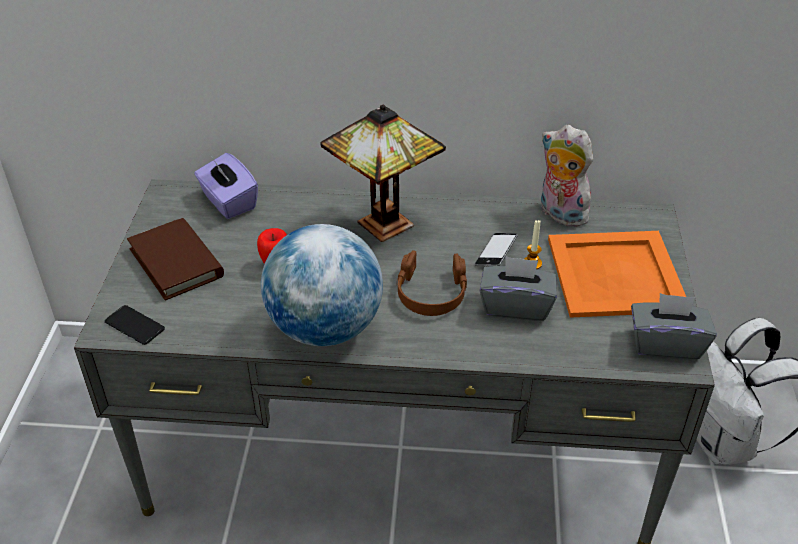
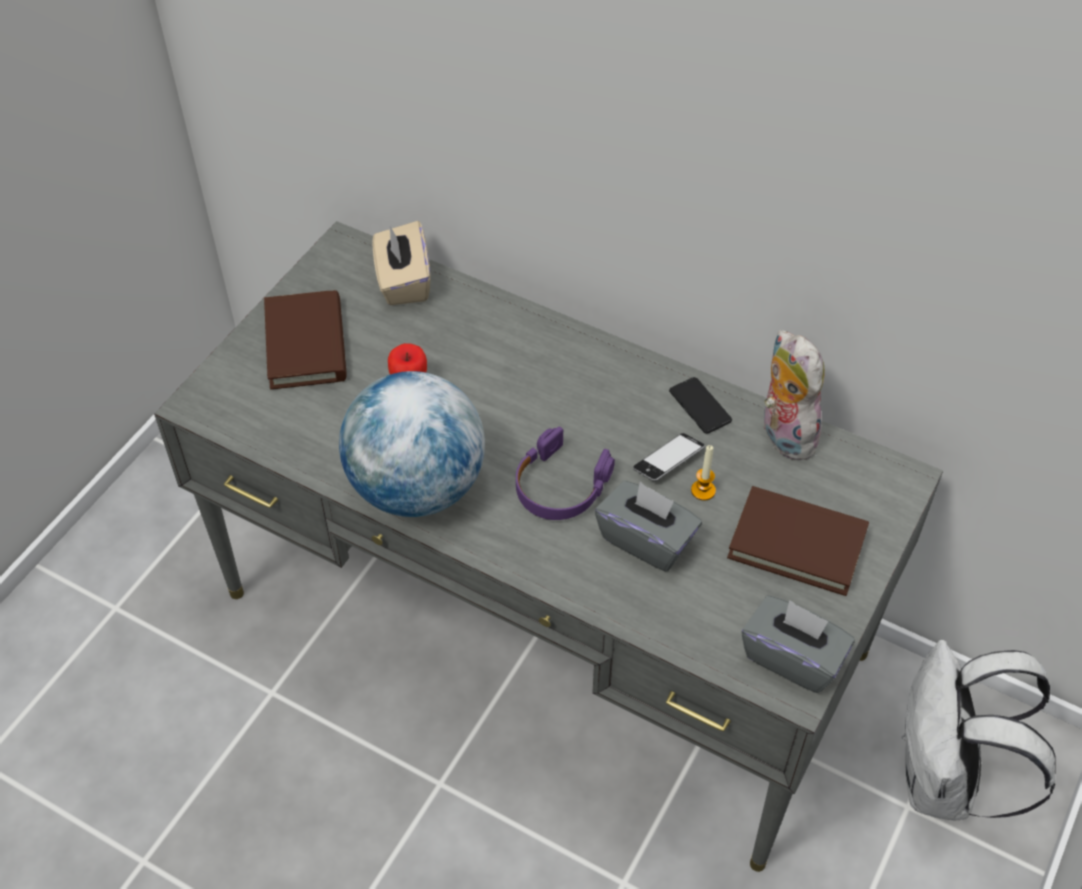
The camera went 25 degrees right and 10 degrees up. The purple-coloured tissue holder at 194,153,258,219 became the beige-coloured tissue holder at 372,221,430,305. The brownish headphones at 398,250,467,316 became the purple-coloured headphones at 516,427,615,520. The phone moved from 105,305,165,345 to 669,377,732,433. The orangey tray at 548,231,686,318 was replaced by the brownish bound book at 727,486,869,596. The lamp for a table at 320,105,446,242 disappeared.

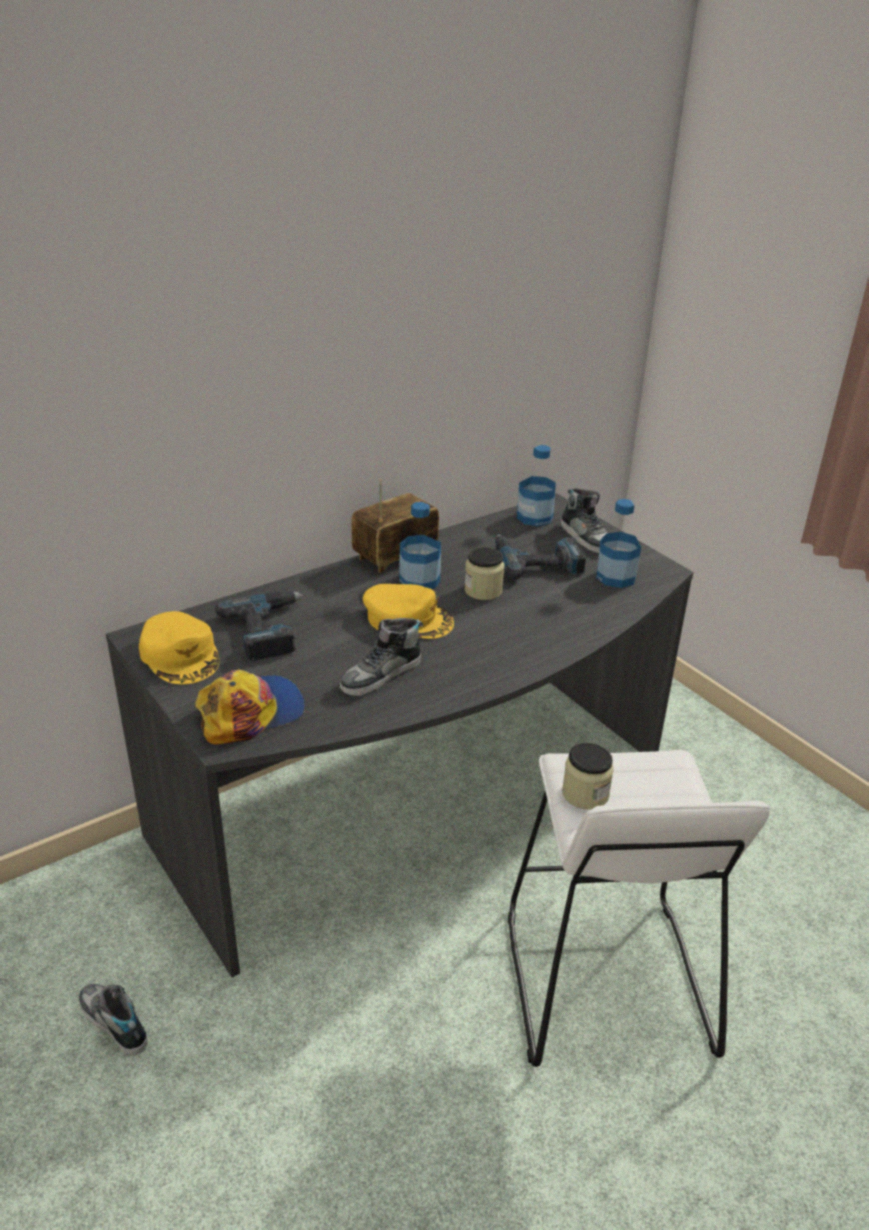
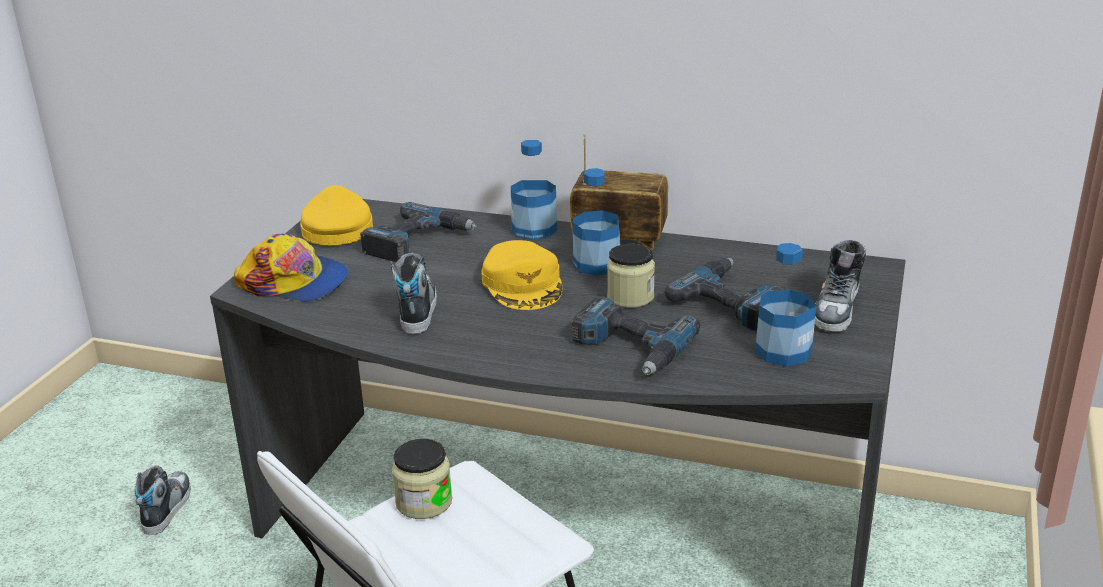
The camera went 55 degrees right and 5 degrees down. The yellow cap at 139,611,219,684 turned 150 degrees clockwise. The low shoe at 339,618,423,696 turned 75 degrees clockwise. The bottle moved from 517,445,556,526 to 511,140,557,240. The power drill at 571,296,700,375 appeared.

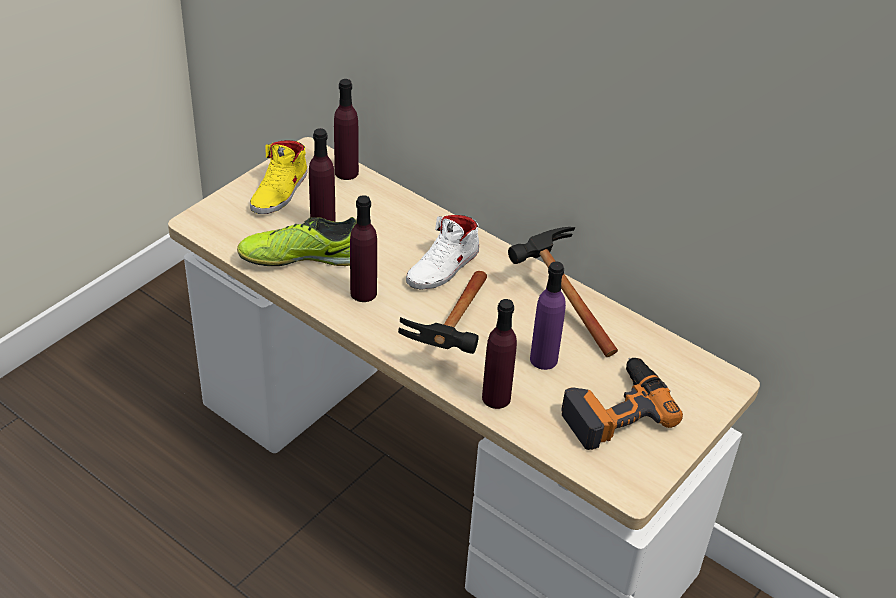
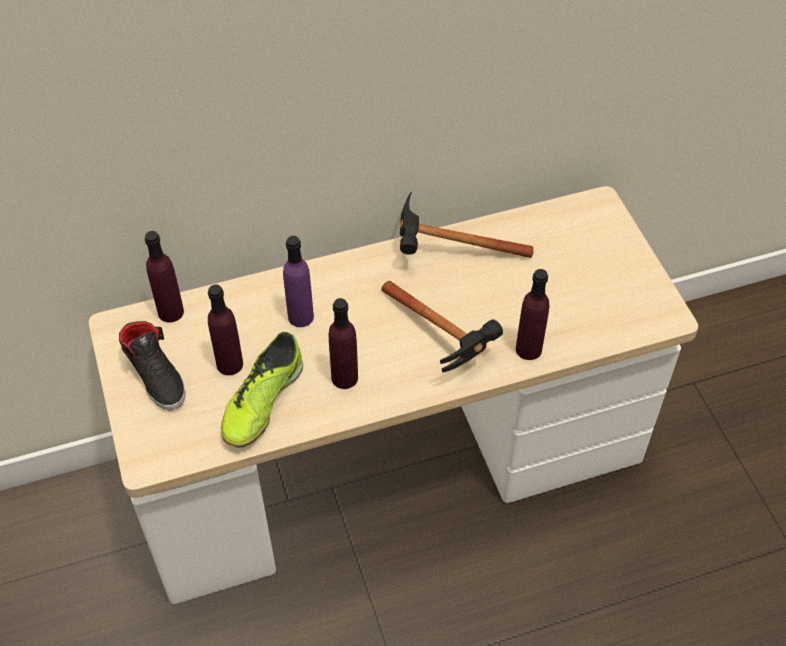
The camera went 55 degrees left and 10 degrees up. The yellow low shoe at 250,140,308,214 became the black low shoe at 119,321,186,410. The purple-coloured bottle moved from 530,261,566,370 to 283,236,314,327. The whitish low shoe at 406,215,479,290 disappeared. The power drill at 561,358,683,450 disappeared.

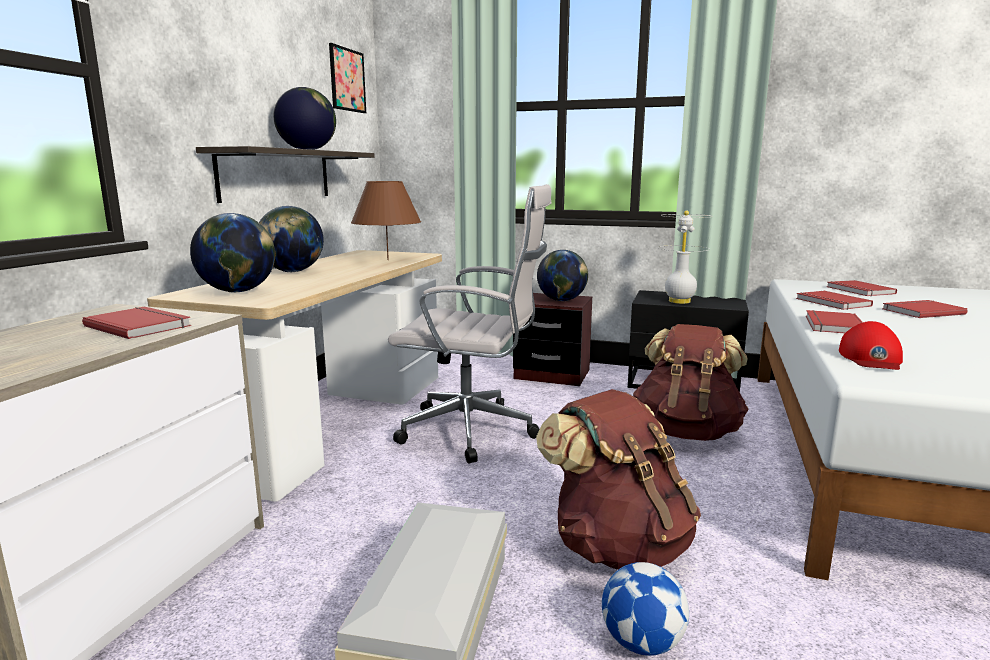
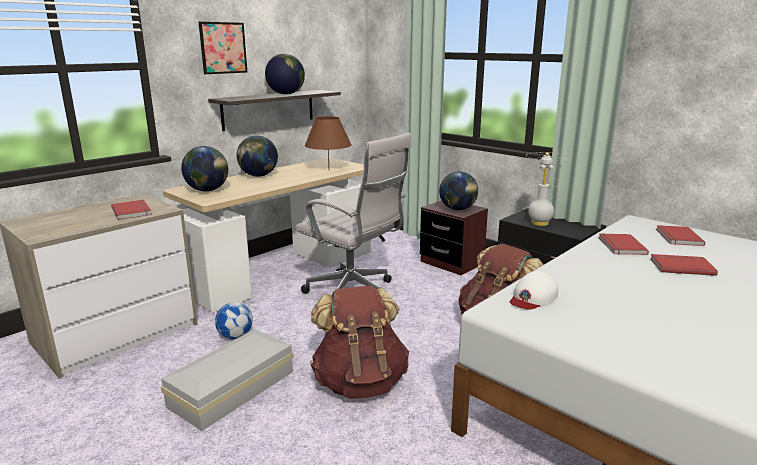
The camera went 25 degrees right and 5 degrees up. The wall picture moved from 329,43,366,113 to 199,22,247,74. The football ball moved from 602,562,689,656 to 215,302,253,339. The red-coloured cap at 839,321,903,370 became the whitish cap at 510,271,558,310. The red-coloured bound book at 806,310,863,333 disappeared.

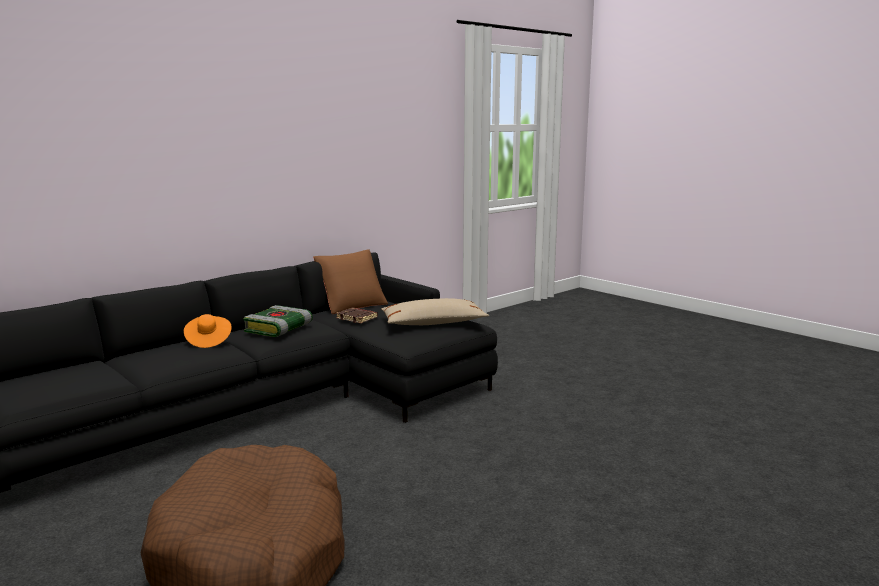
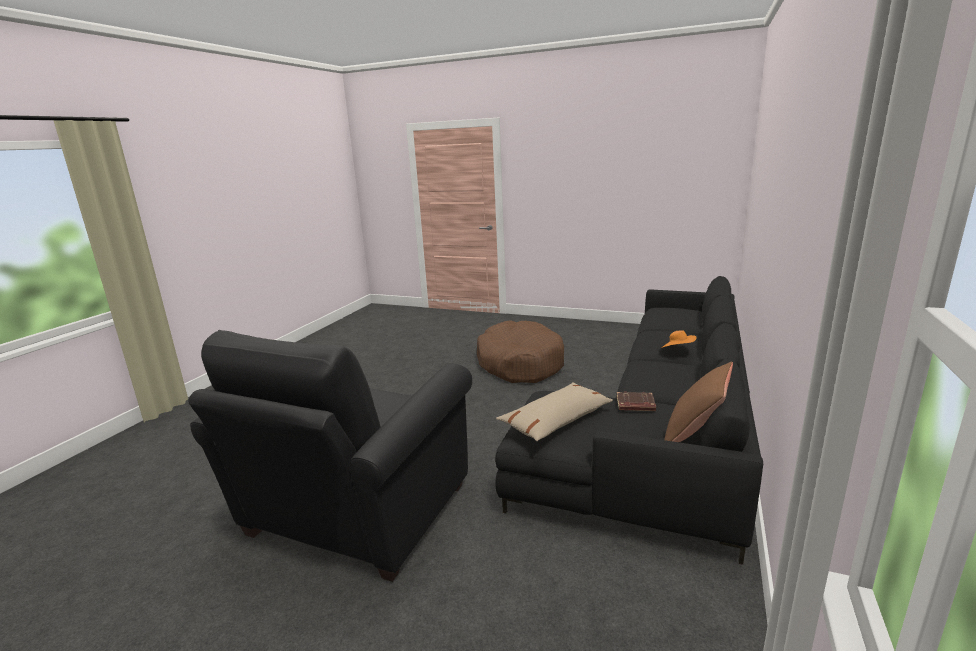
The camera went 155 degrees right and 5 degrees up. The black lounge chair at 188,330,472,582 appeared. The bound book at 243,305,313,337 disappeared.

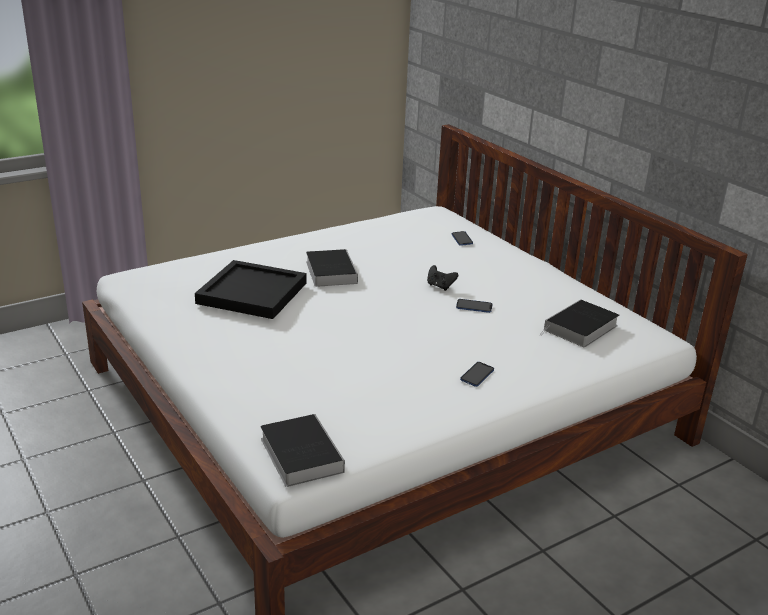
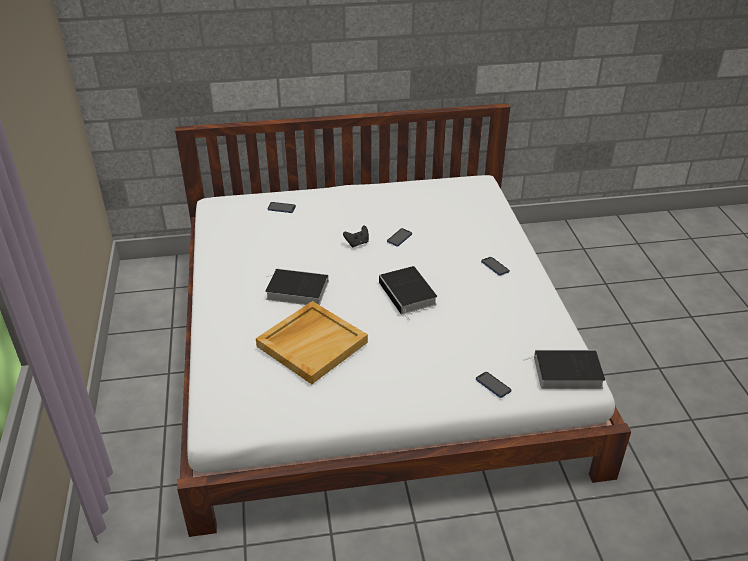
The camera went 65 degrees left and 10 degrees up. The black tray at 195,260,307,319 became the beige-coloured tray at 256,301,368,384. The bound book moved from 539,299,619,347 to 379,266,437,320. The phone at 476,372,511,398 appeared.

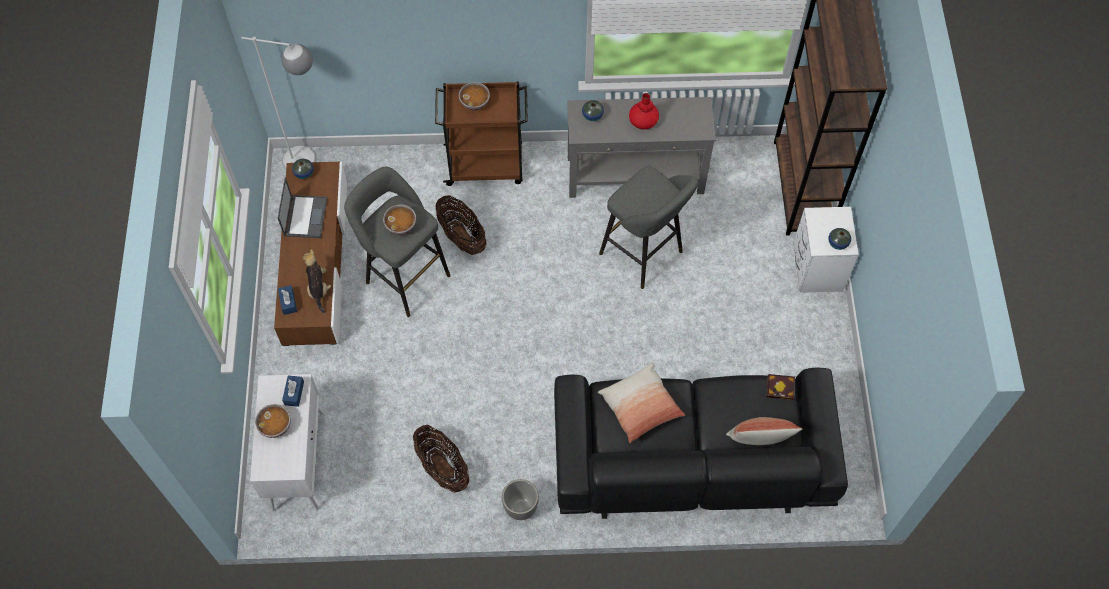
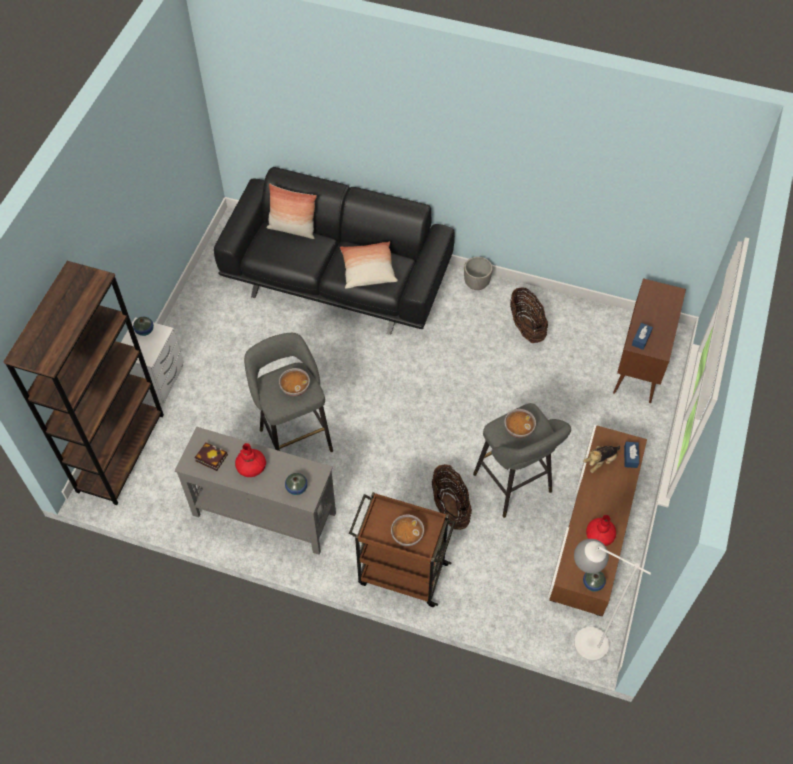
The camera went 160 degrees left and 5 degrees down. The bound book moved from 767,374,795,400 to 195,442,228,471. The deep dish moved from 255,404,291,438 to 279,368,310,396. The plush toy at 302,249,331,313 turned 45 degrees clockwise. The portable computer at 278,178,327,238 was replaced by the red-coloured vase at 586,515,616,546. The whitish cupboard at 250,374,324,511 became the brownish cupboard at 613,278,686,403.

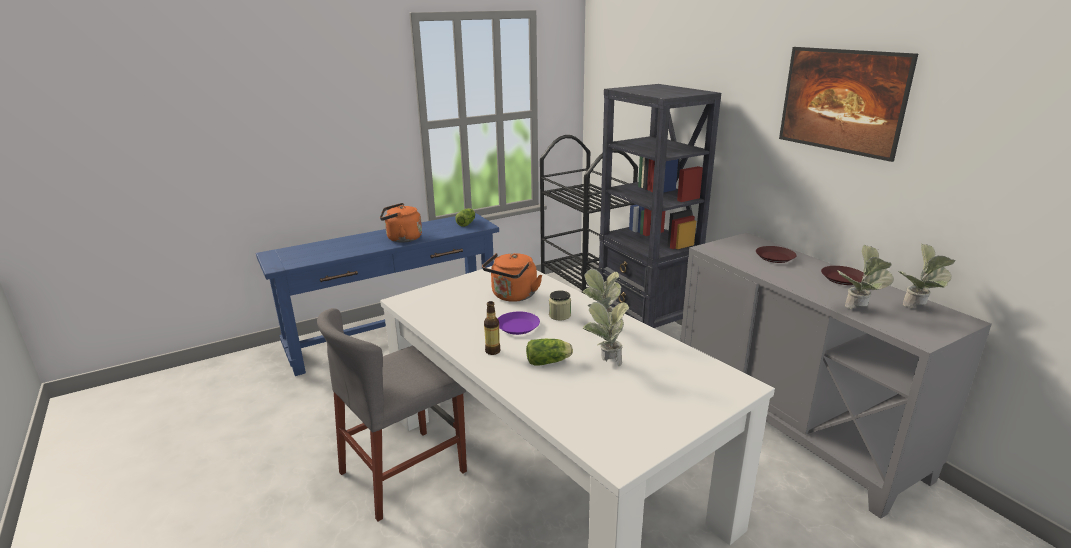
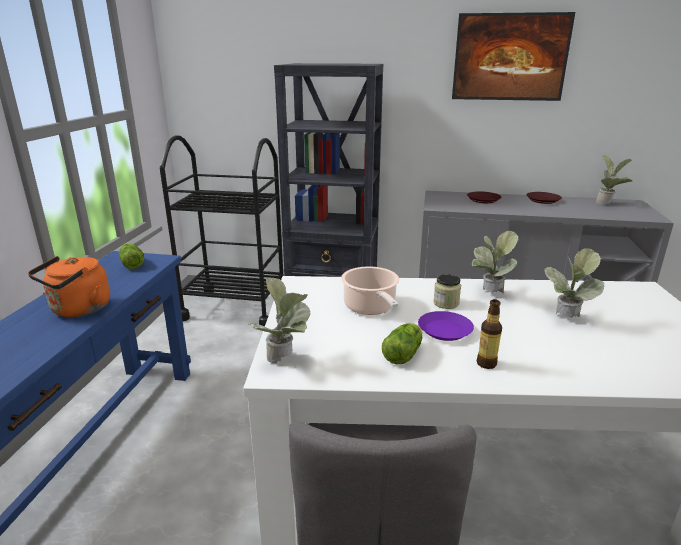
The camera went 50 degrees left and 0 degrees up. The houseplant moved from 838,245,894,309 to 248,278,310,364. The orangey kettle at 482,253,543,302 was replaced by the stockpot at 341,267,399,315. The lettuce head moved from 526,339,573,366 to 382,323,422,364.

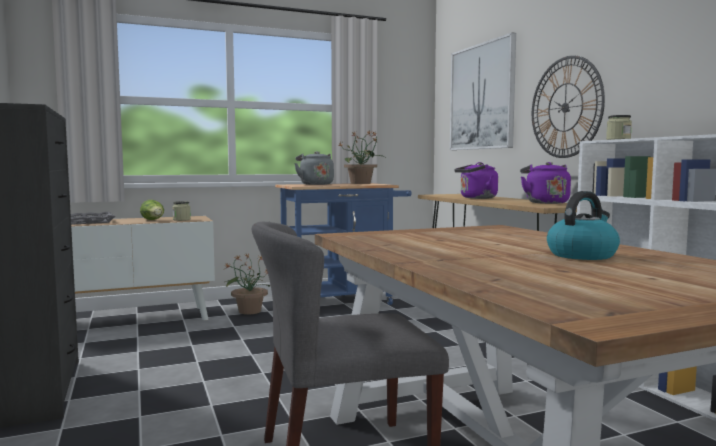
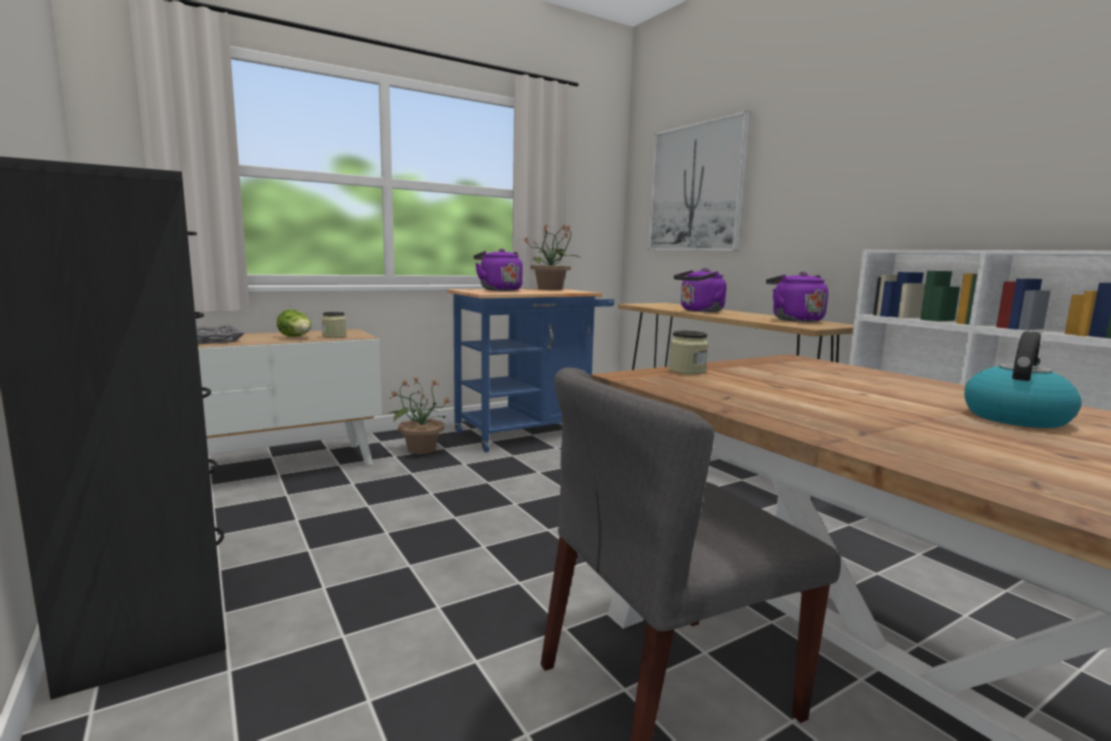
The camera went 10 degrees left and 5 degrees up. The greyish kettle at 294,151,334,185 became the purple-coloured kettle at 474,249,523,291. The preserve jar moved from 606,115,632,140 to 669,331,708,374. The wall clock at 532,55,605,158 disappeared.

